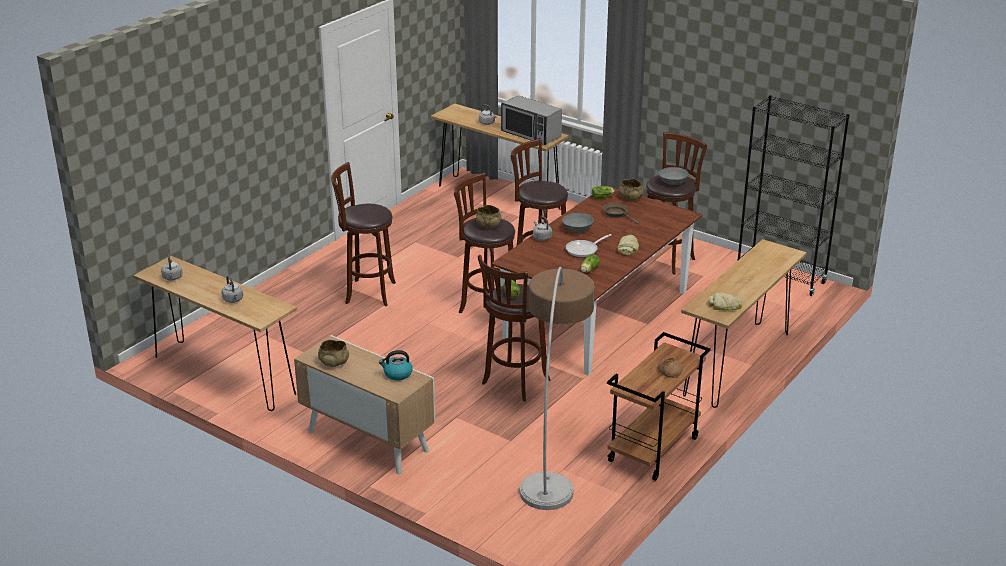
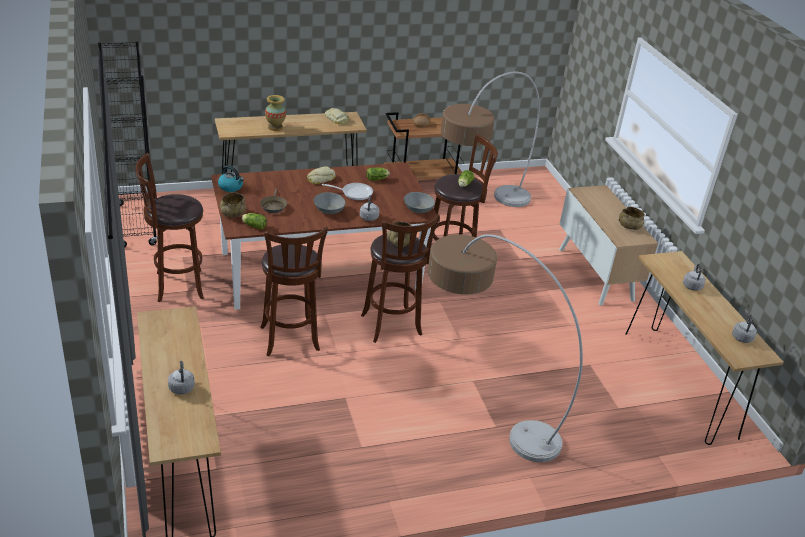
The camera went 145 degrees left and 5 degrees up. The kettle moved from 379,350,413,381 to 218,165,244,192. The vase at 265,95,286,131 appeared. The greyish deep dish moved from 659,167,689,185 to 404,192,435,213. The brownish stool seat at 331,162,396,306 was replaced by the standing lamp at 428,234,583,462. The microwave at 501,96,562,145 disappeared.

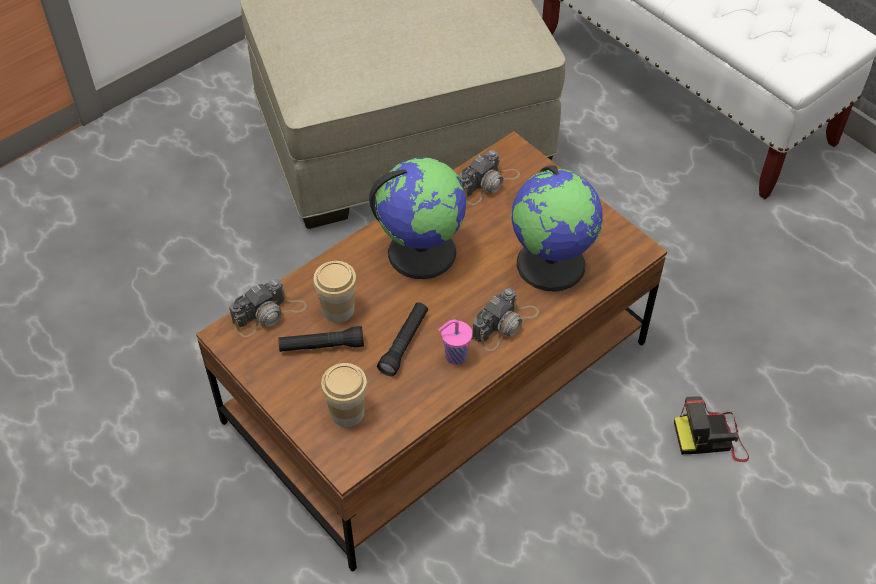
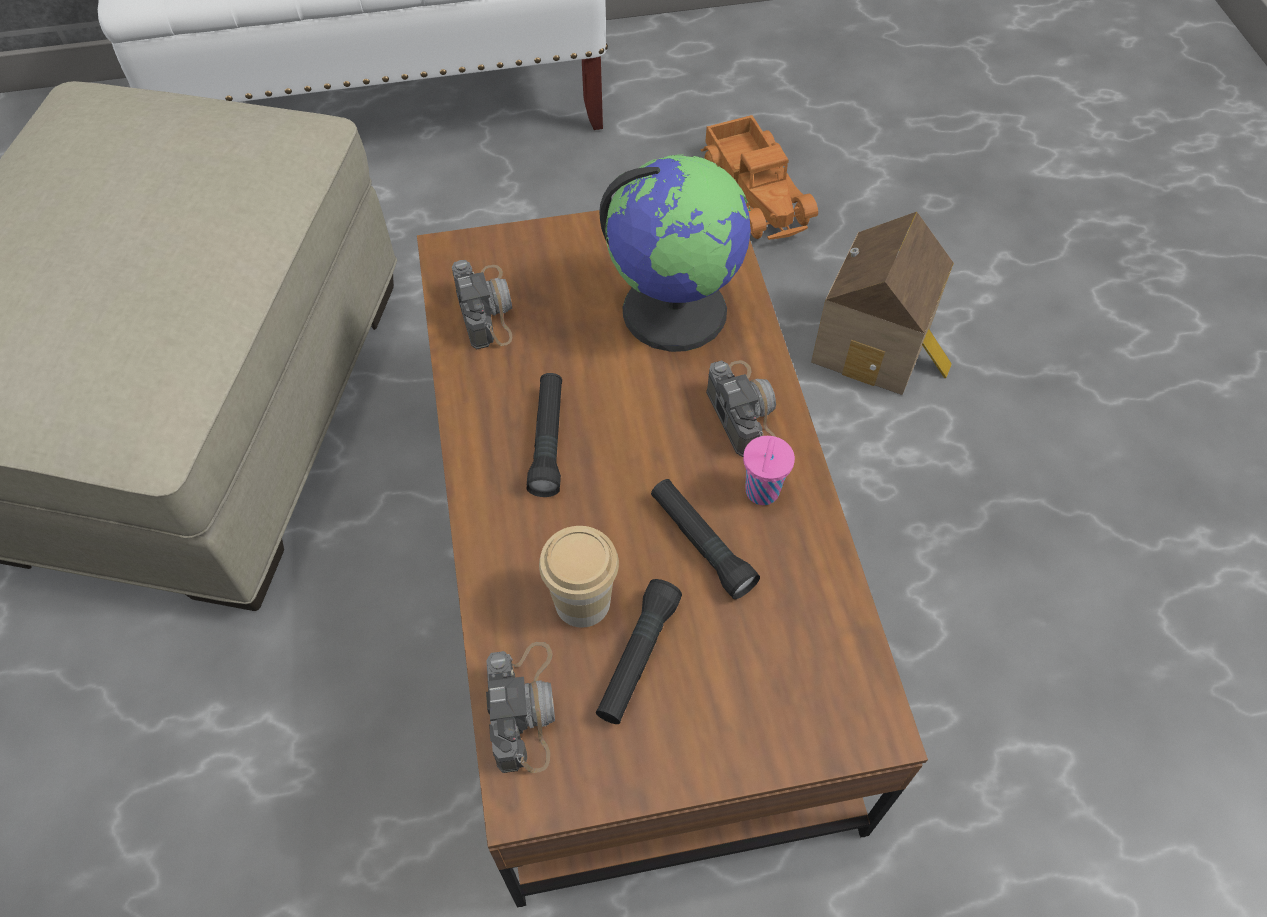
The camera went 60 degrees left and 5 degrees up. The desk globe at 369,158,466,279 was replaced by the black flashlight at 526,373,562,497. The model truck at 701,115,818,240 appeared. The photo camera at 674,397,749,462 was replaced by the toy house at 811,212,954,395. The small cup at 321,363,368,427 disappeared.

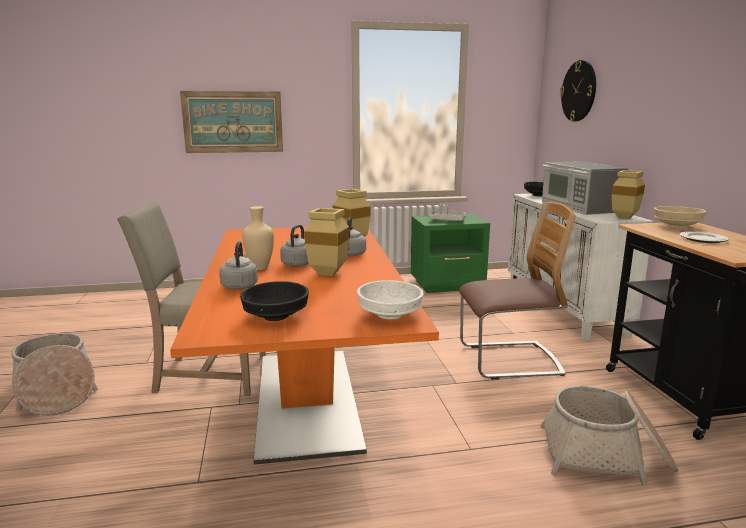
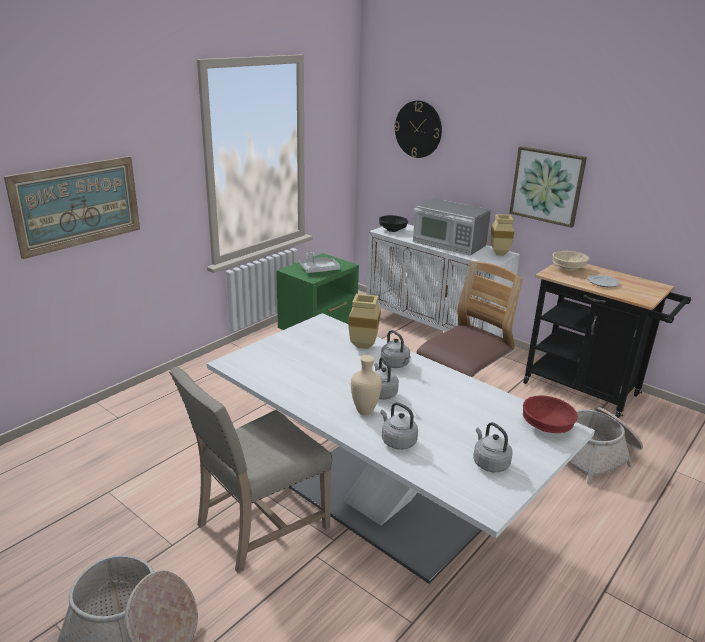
The camera went 40 degrees left and 10 degrees up. The orangey kitchen table at 170,227,439,464 became the whitish kitchen table at 207,313,595,584. The black deep dish at 240,281,309,321 was replaced by the greyish kettle at 473,422,512,472. The wall picture at 509,146,587,228 appeared. The whitish deep dish at 357,280,424,320 became the red-coloured deep dish at 523,395,578,433. The beige-coloured vase at 304,208,349,276 disappeared.

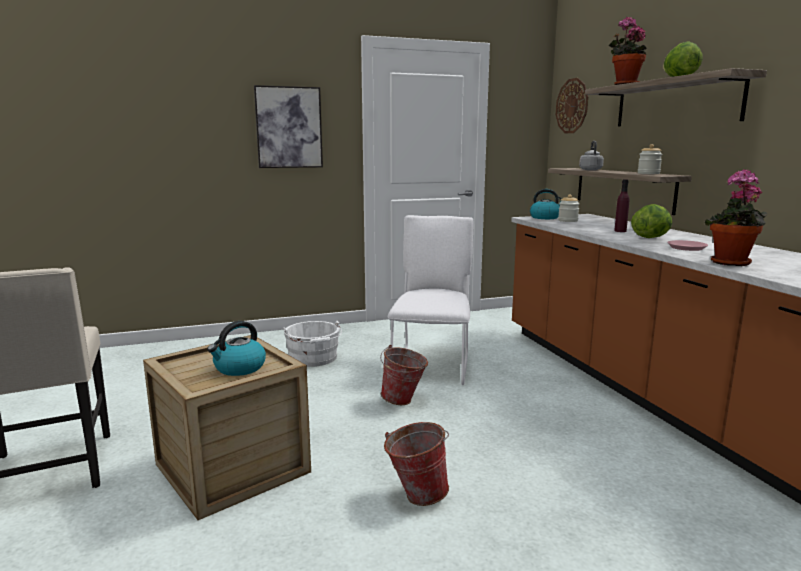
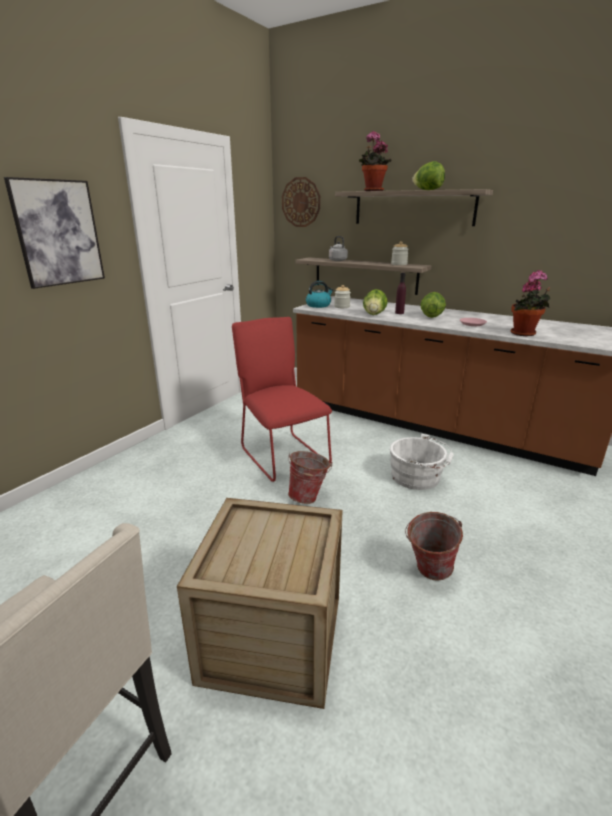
The camera went 40 degrees left and 10 degrees up. The whitish plain chair at 388,215,473,385 became the red-coloured plain chair at 232,317,332,482. The lettuce head at 363,289,388,315 appeared. The whitish water bucket moved from 284,321,342,367 to 390,434,454,490. The kettle at 207,321,266,376 disappeared.

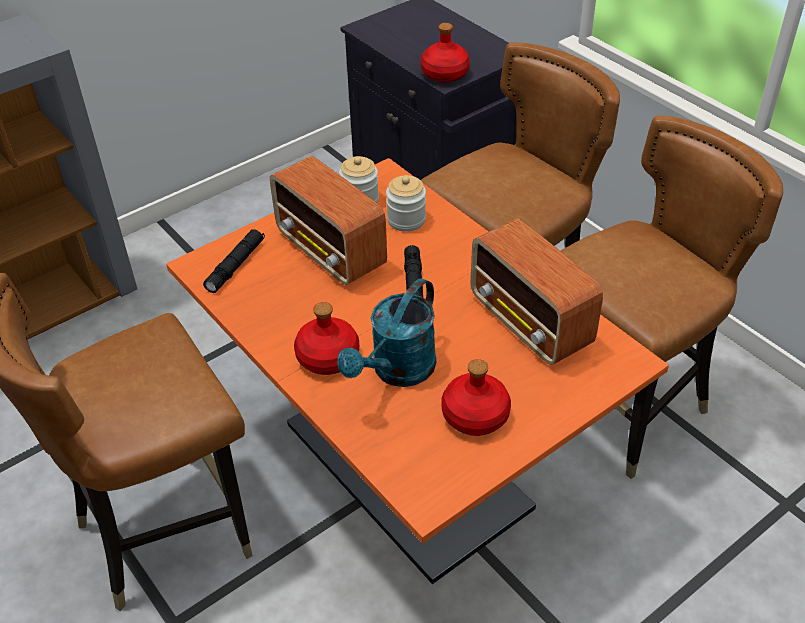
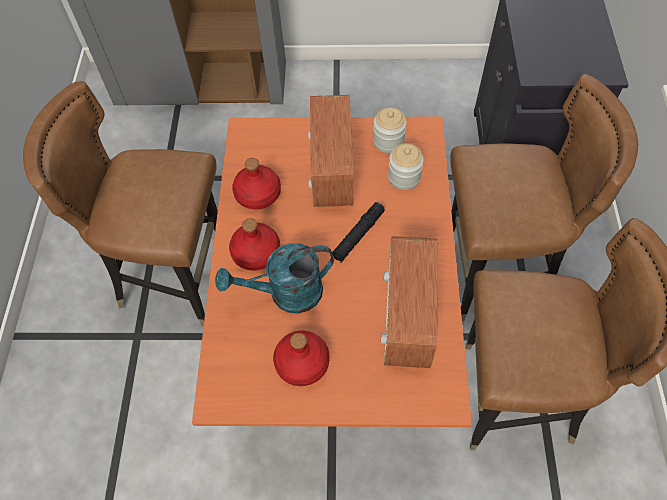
The camera went 40 degrees right and 15 degrees up. The red-coloured bottle moved from 420,23,470,83 to 232,158,281,209. The black flashlight at 203,229,265,293 disappeared.

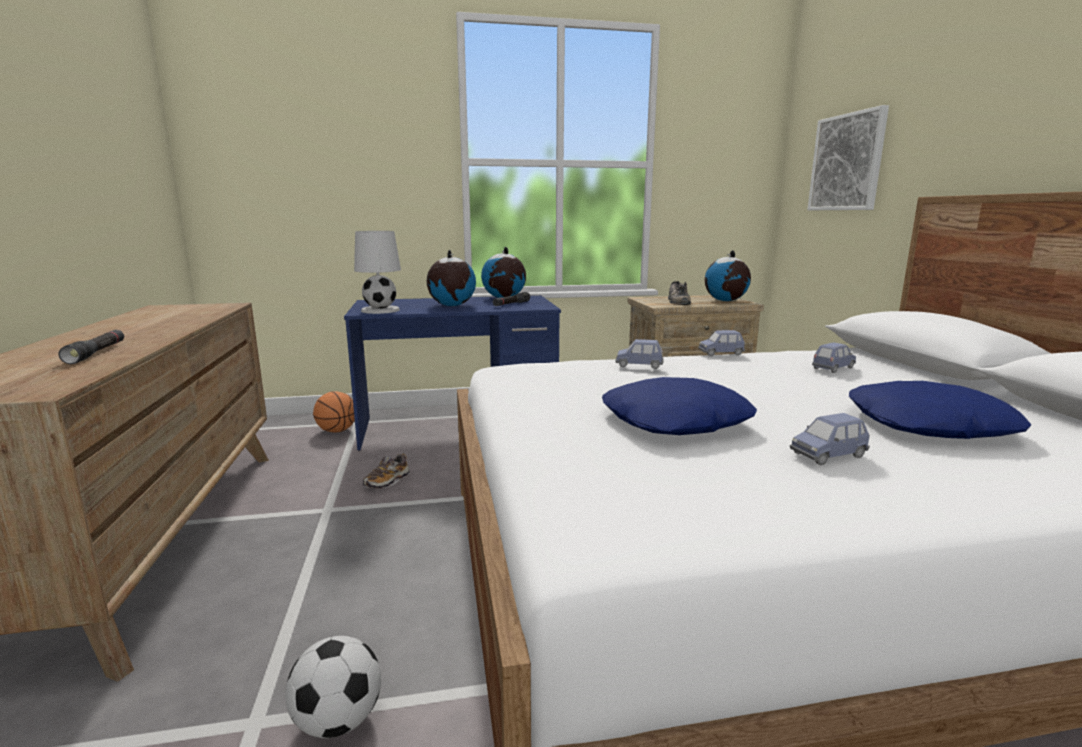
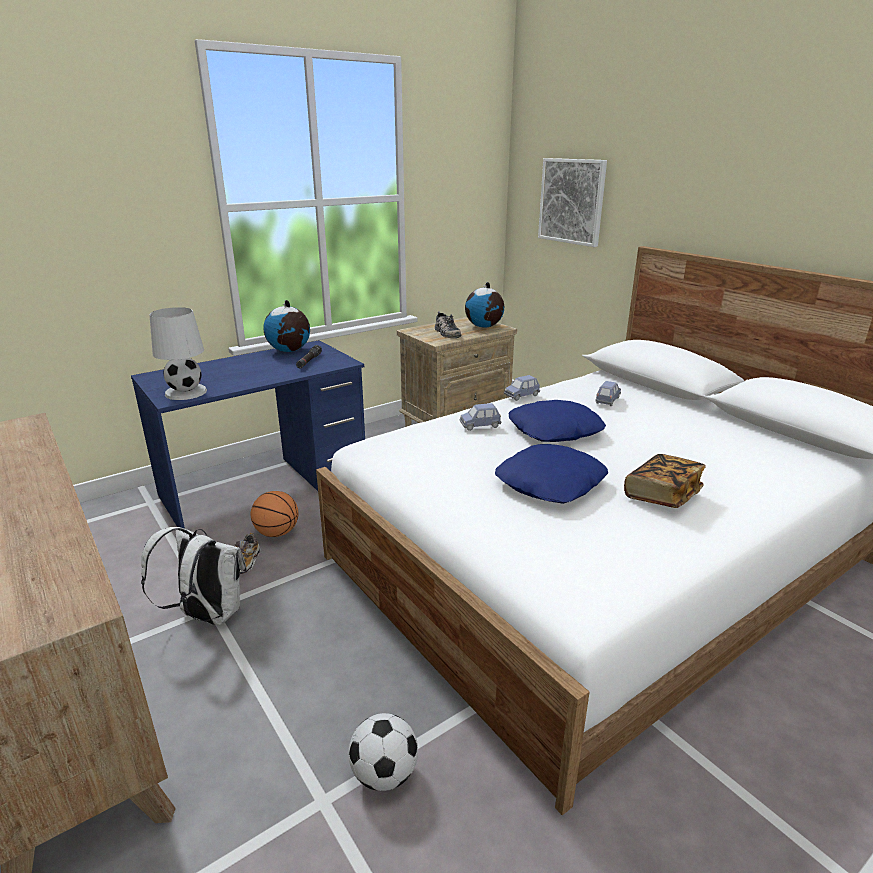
The camera went 25 degrees left and 10 degrees up. The whitish backpack at 141,527,247,625 appeared. The basketball ball moved from 313,391,355,432 to 251,491,298,537. The blue-coloured throw pillow moved from 849,381,1032,439 to 508,400,606,442. The blue-coloured model car at 790,413,870,465 was replaced by the bound book at 624,454,706,508. The black flashlight at 58,330,125,364 disappeared. The desk globe at 427,250,476,306 disappeared.

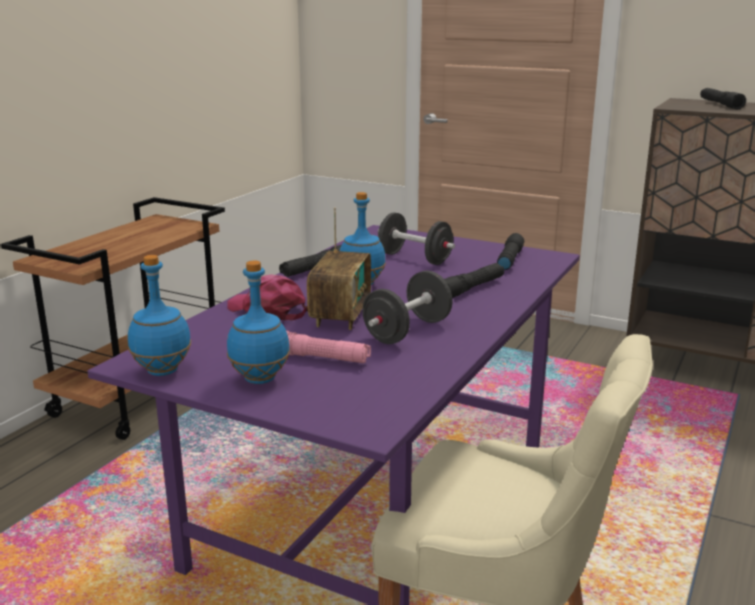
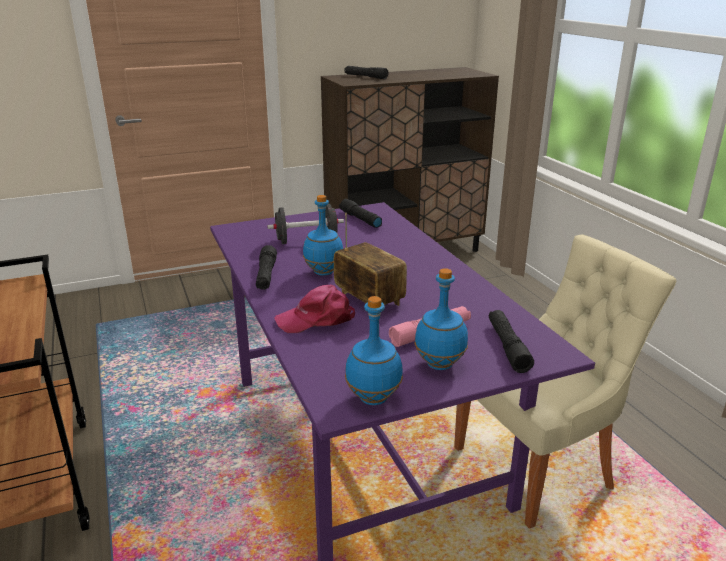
The camera went 50 degrees left and 5 degrees up. The black flashlight moved from 444,263,504,298 to 489,310,534,373. The black hand weight at 362,271,453,344 disappeared.

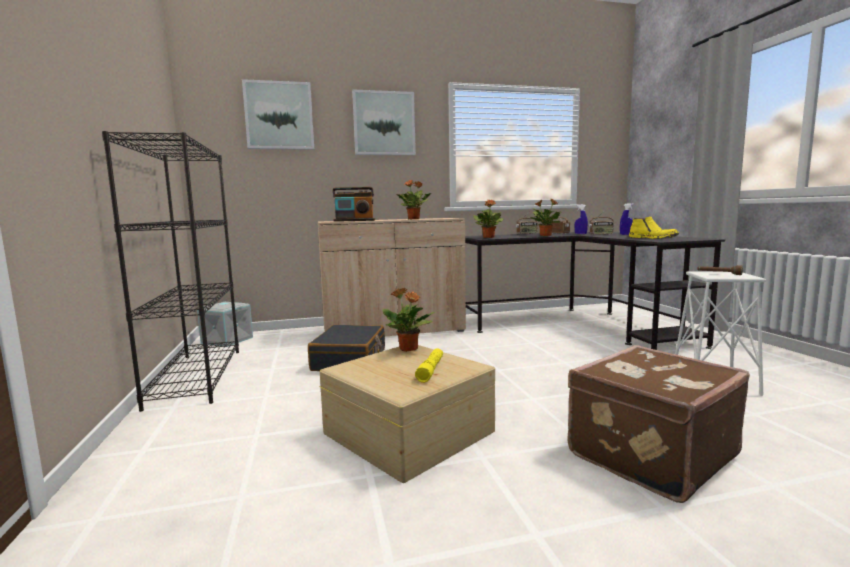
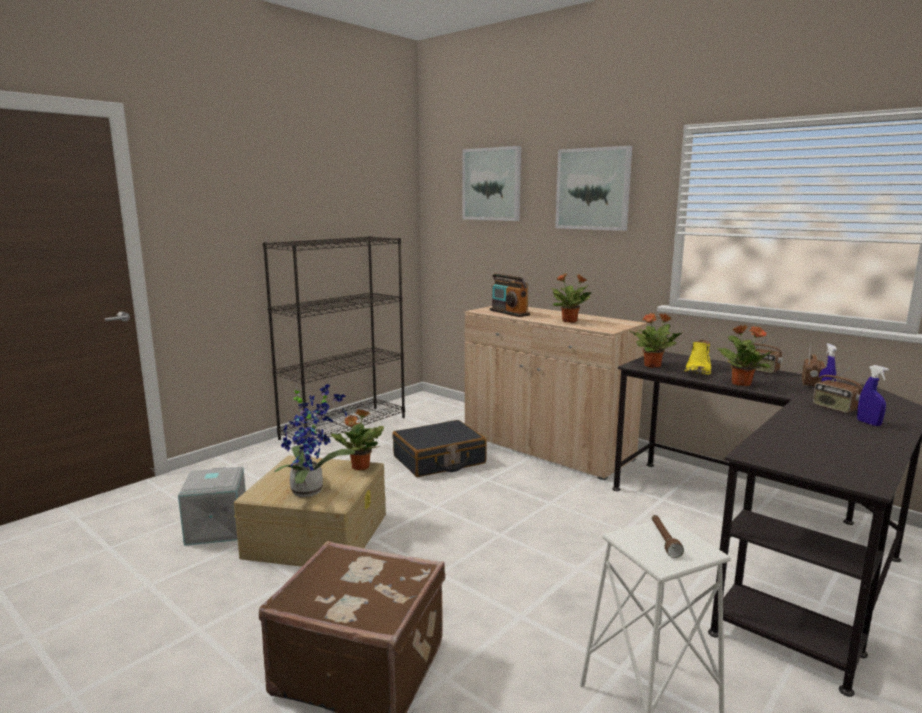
The camera went 55 degrees right and 5 degrees up. The greyish storage container moved from 197,302,253,347 to 178,467,246,546. The yellow flashlight at 415,349,443,383 was replaced by the houseplant at 274,384,355,497. The yellow high-top boot moved from 629,217,679,239 to 685,340,711,375.

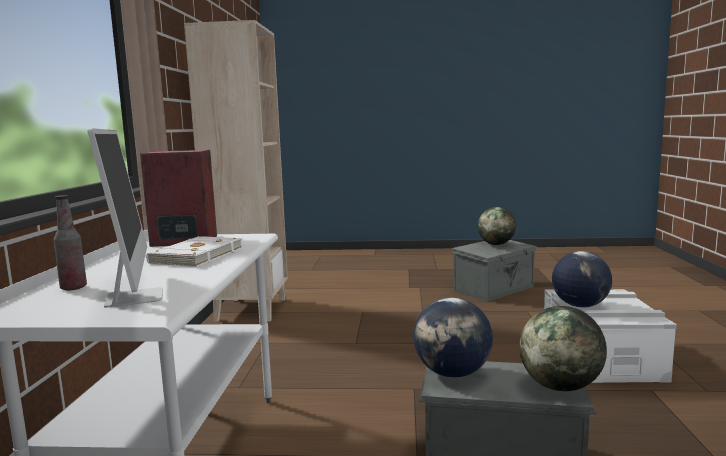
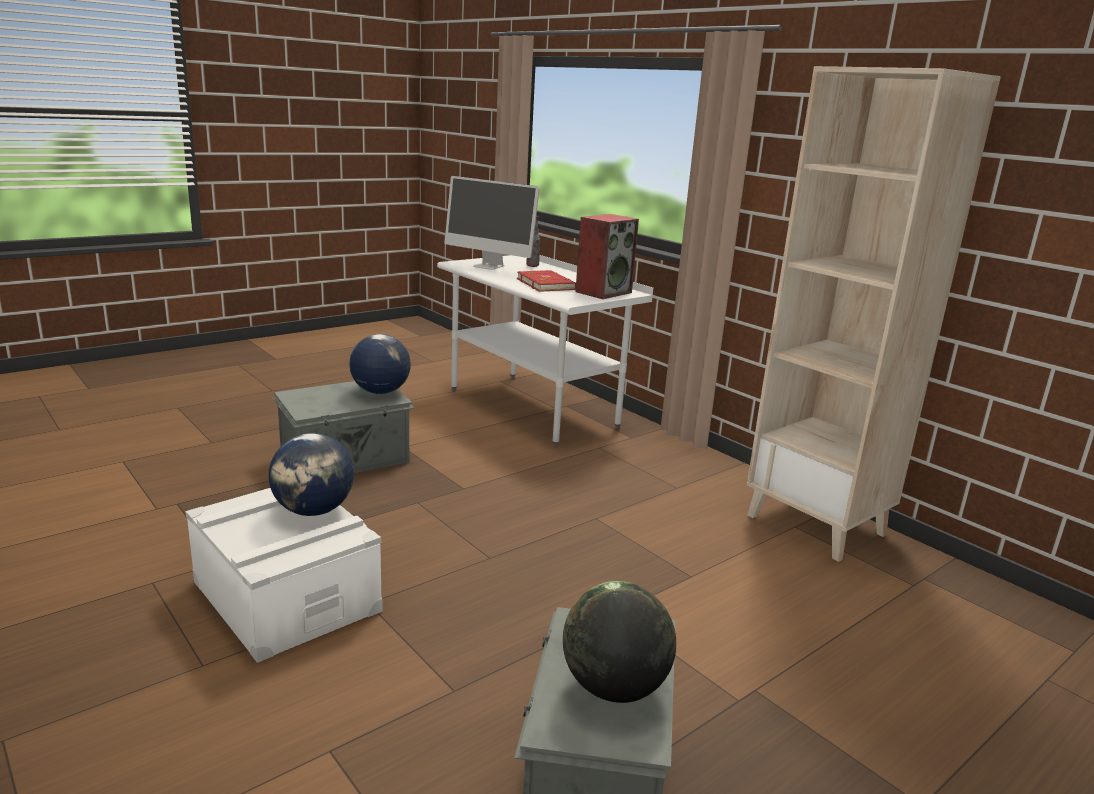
The camera went 135 degrees right and 10 degrees up. The whitish bound book at 146,236,243,267 became the red-coloured bound book at 517,270,576,292. The desk globe at 519,306,607,391 disappeared.

